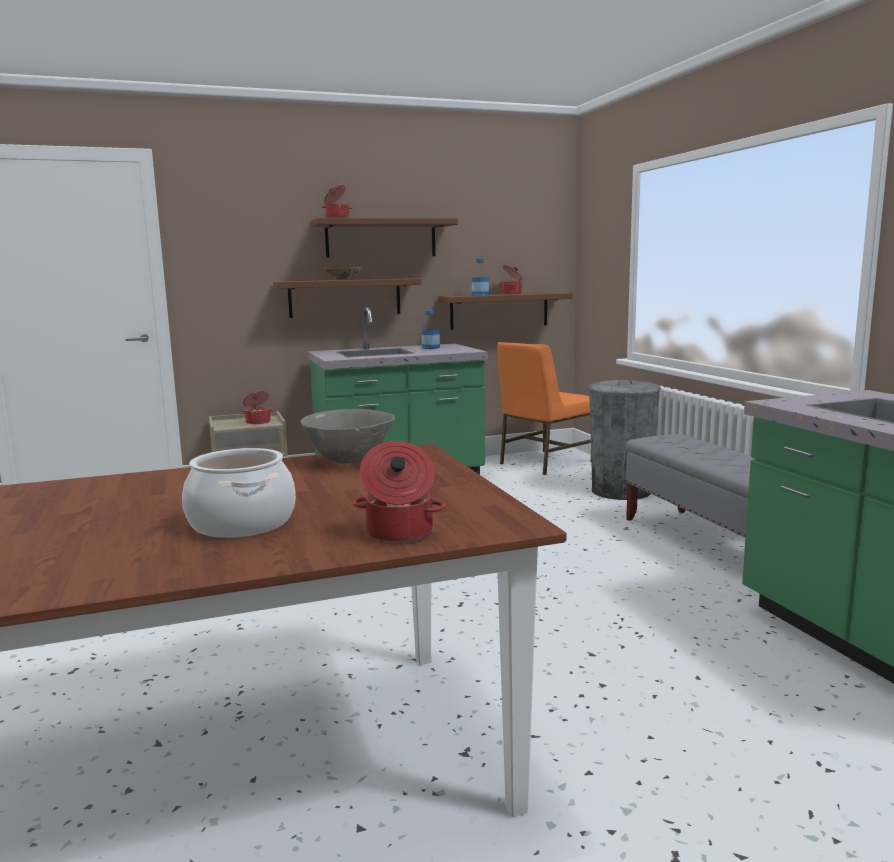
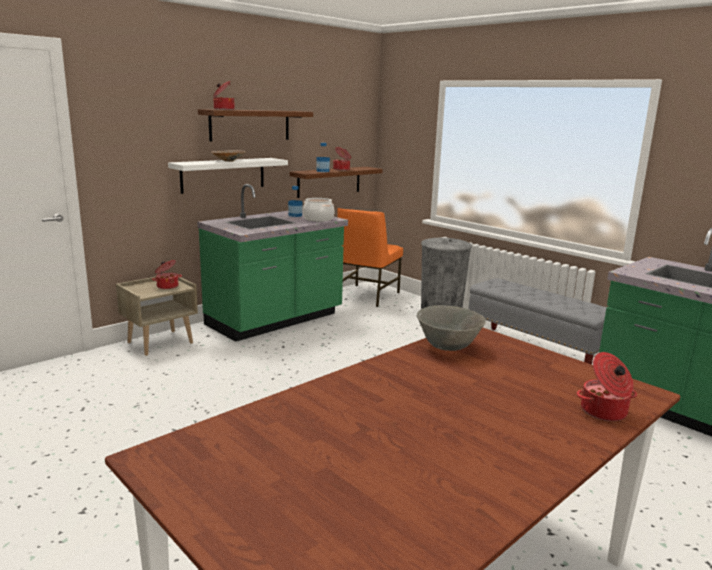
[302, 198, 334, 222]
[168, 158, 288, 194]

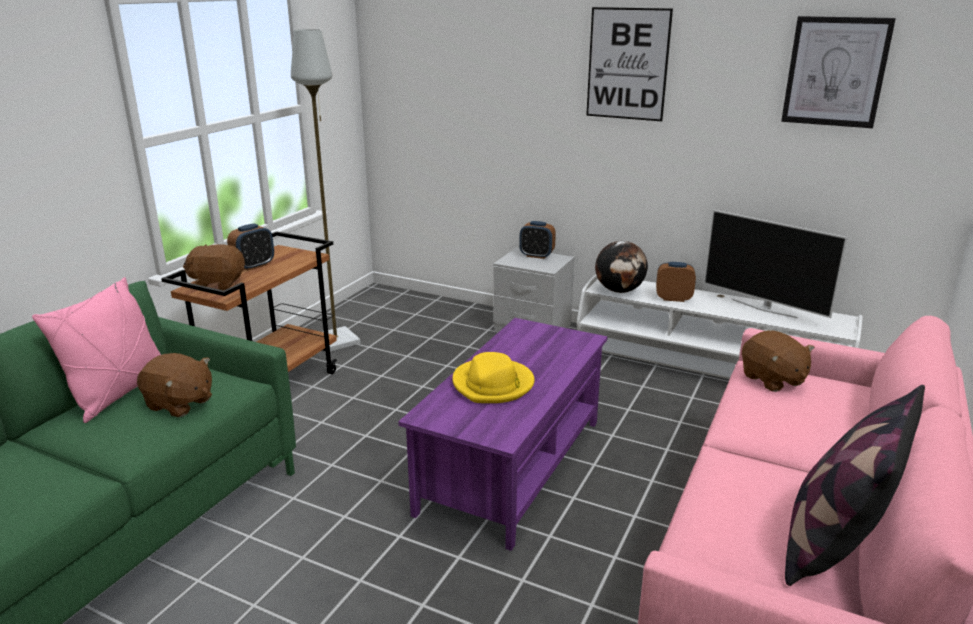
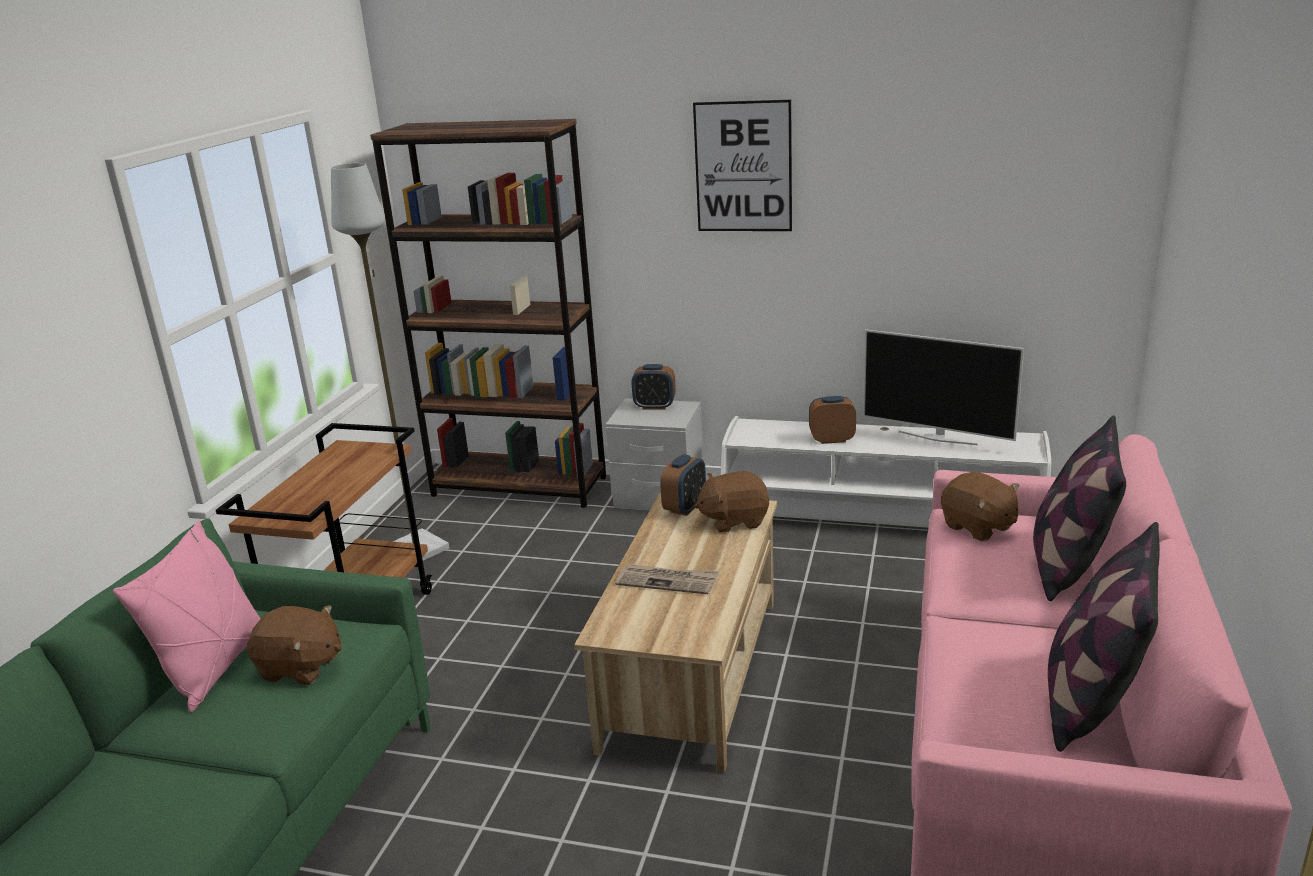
[694, 471, 769, 533]
[660, 454, 706, 516]
[574, 493, 777, 773]
[615, 564, 719, 594]
[595, 241, 648, 293] (first image)
[781, 16, 896, 128] (first image)
[370, 119, 606, 508]
[1033, 415, 1126, 601]

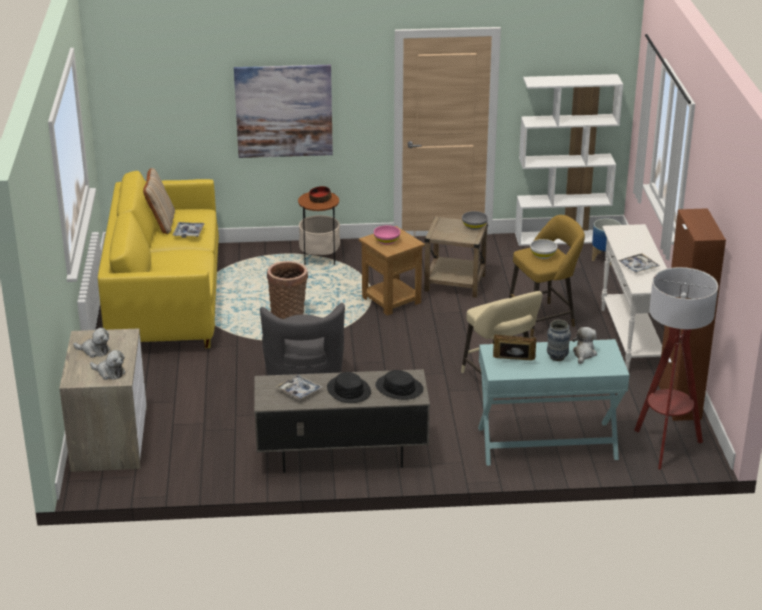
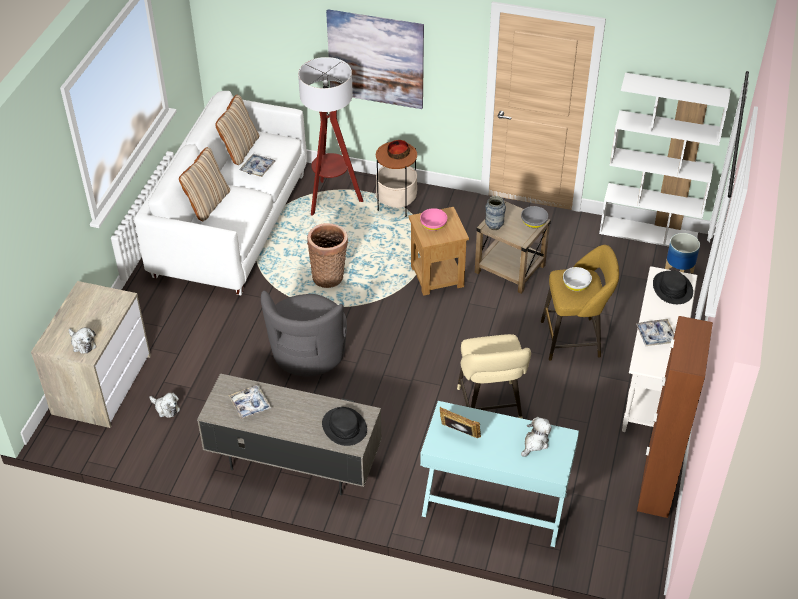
[150, 393, 180, 418]
[135, 91, 307, 295]
[653, 270, 693, 304]
[485, 196, 506, 230]
[298, 57, 363, 216]
[179, 147, 230, 221]

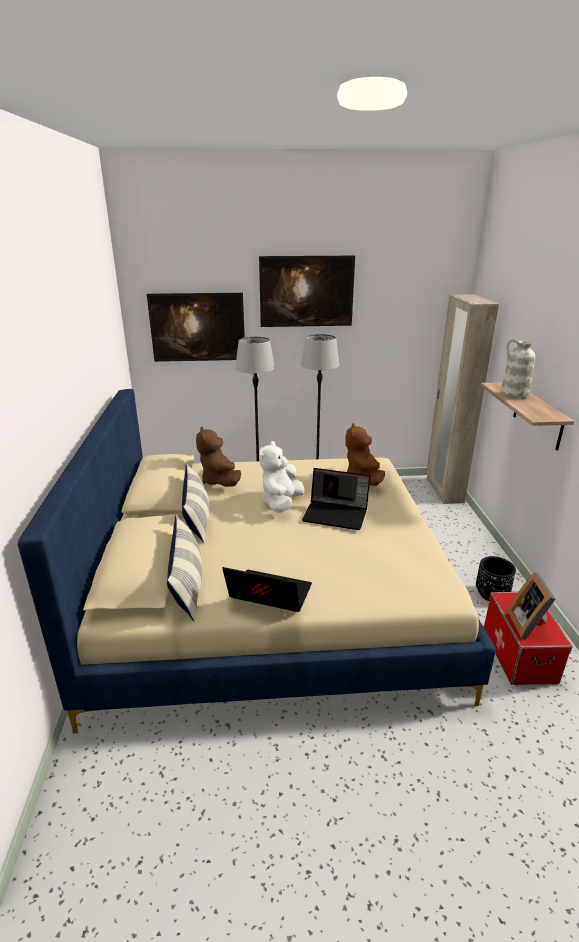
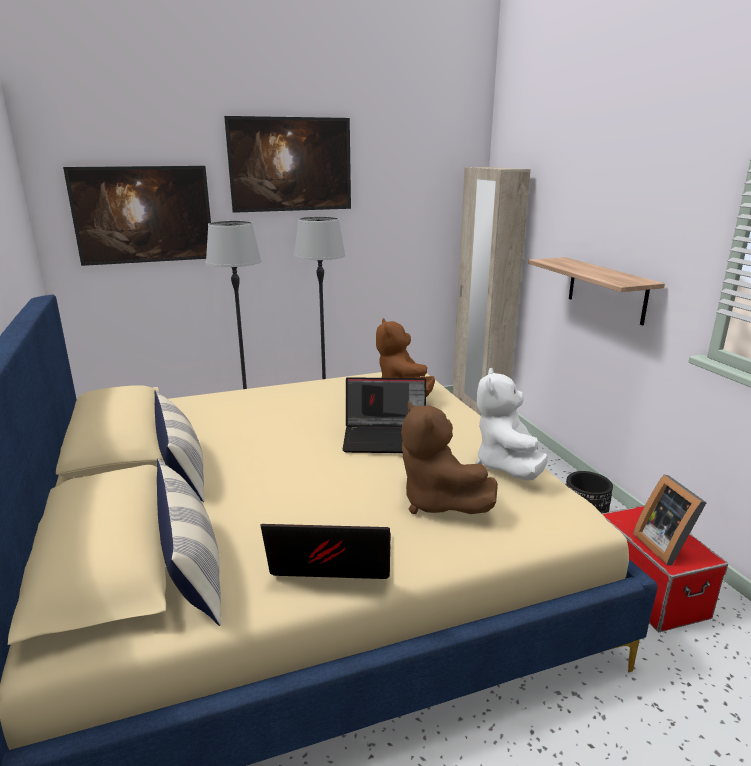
[401, 401, 498, 514]
[476, 368, 548, 480]
[501, 339, 535, 399] (first image)

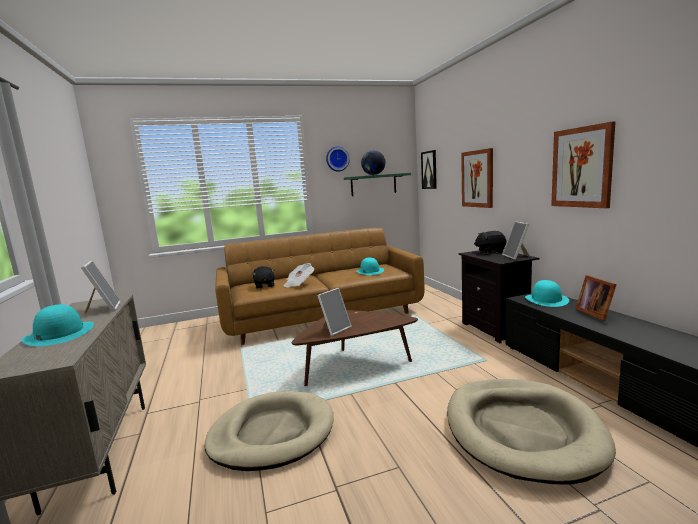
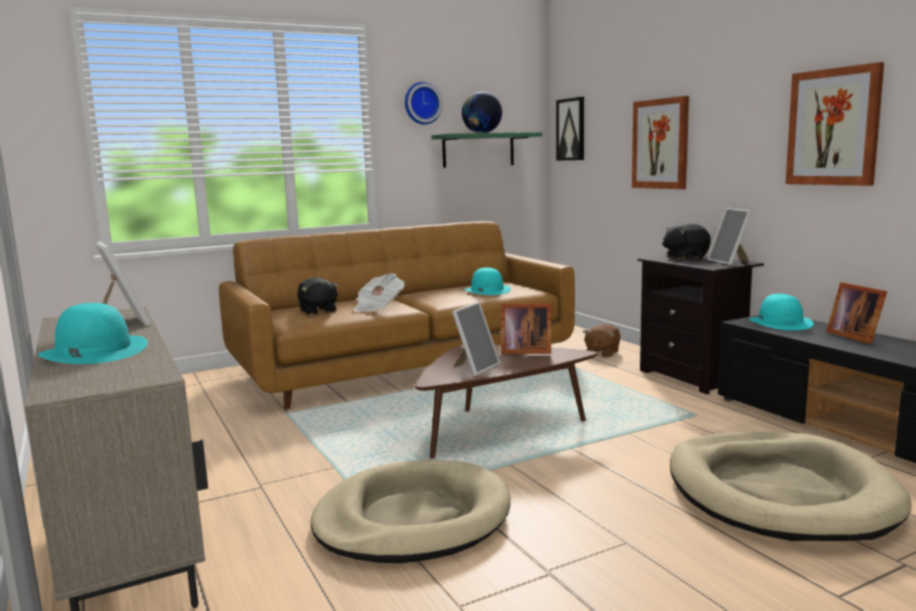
[501, 303, 551, 354]
[583, 324, 621, 358]

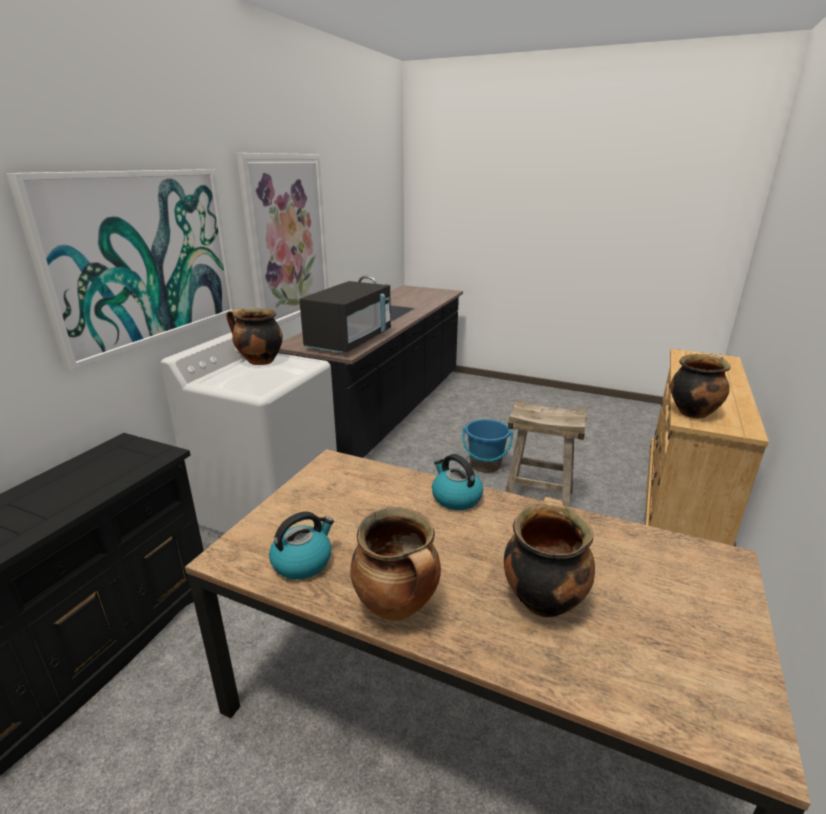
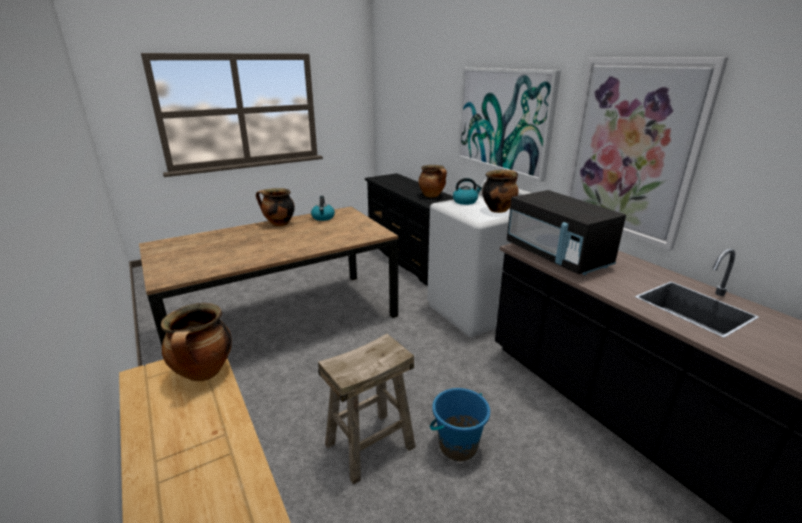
[453, 178, 482, 205]
[418, 165, 447, 198]

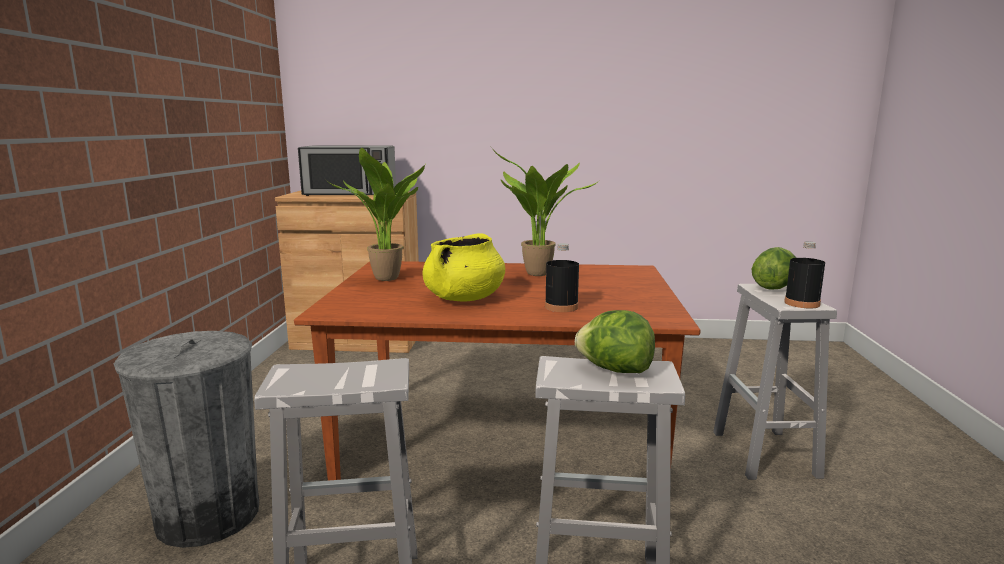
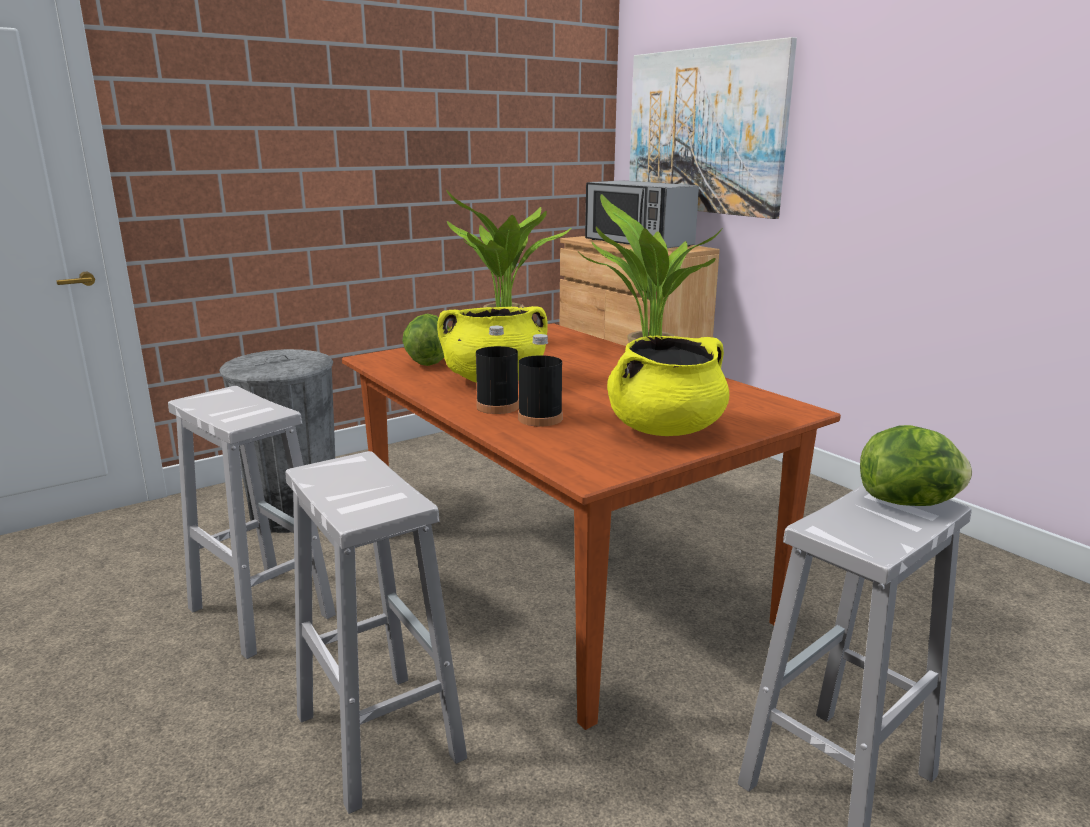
[402, 314, 449, 366]
[476, 326, 519, 414]
[607, 336, 729, 436]
[629, 37, 797, 219]

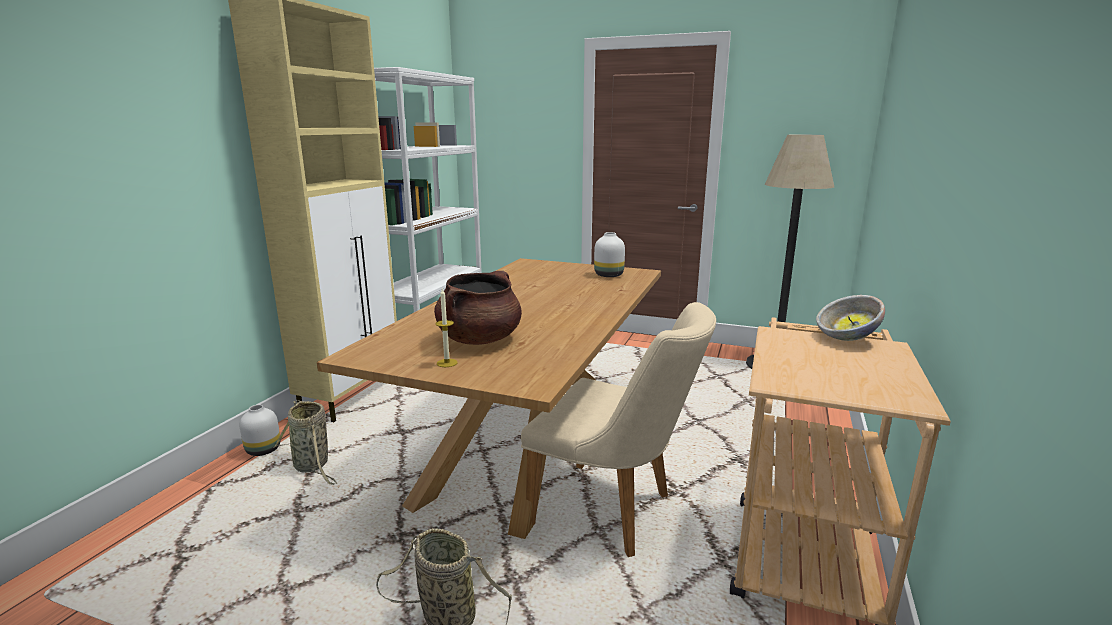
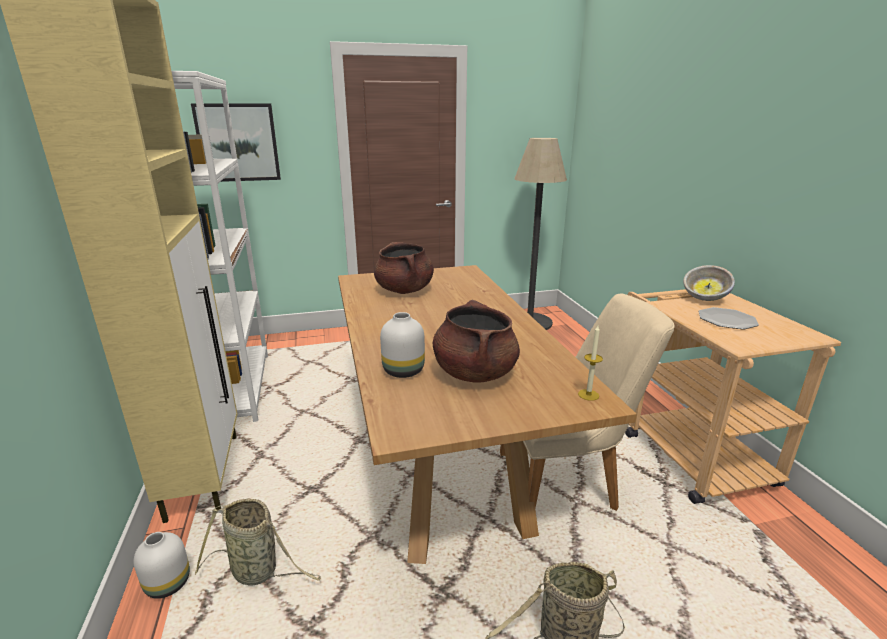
[578, 326, 603, 401]
[380, 312, 425, 378]
[191, 103, 281, 182]
[374, 242, 434, 294]
[698, 307, 759, 329]

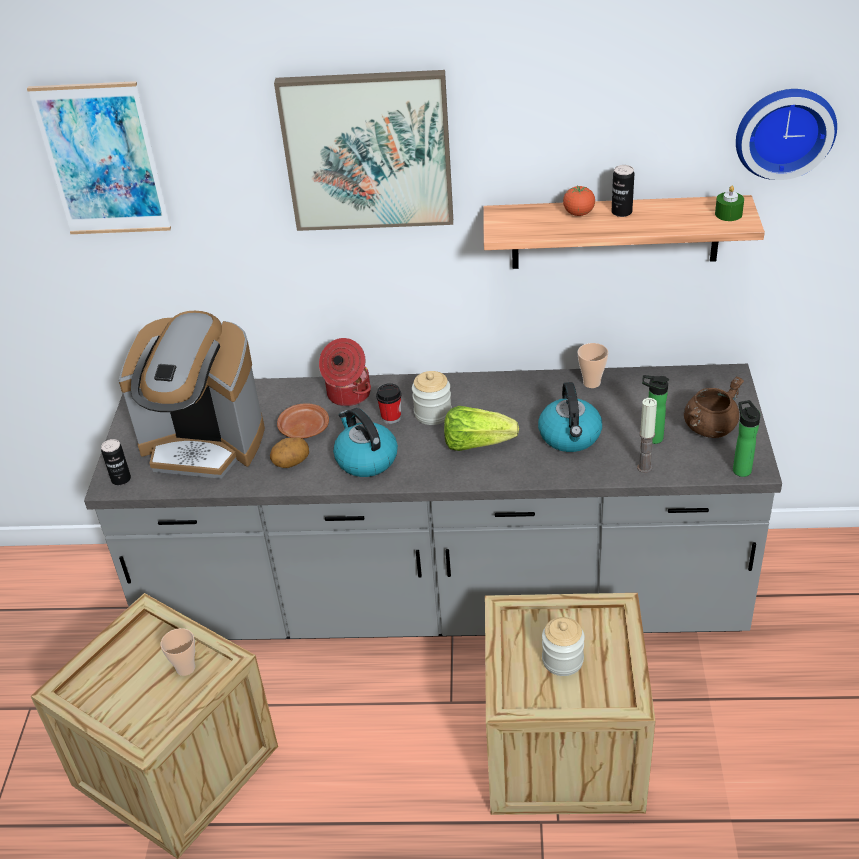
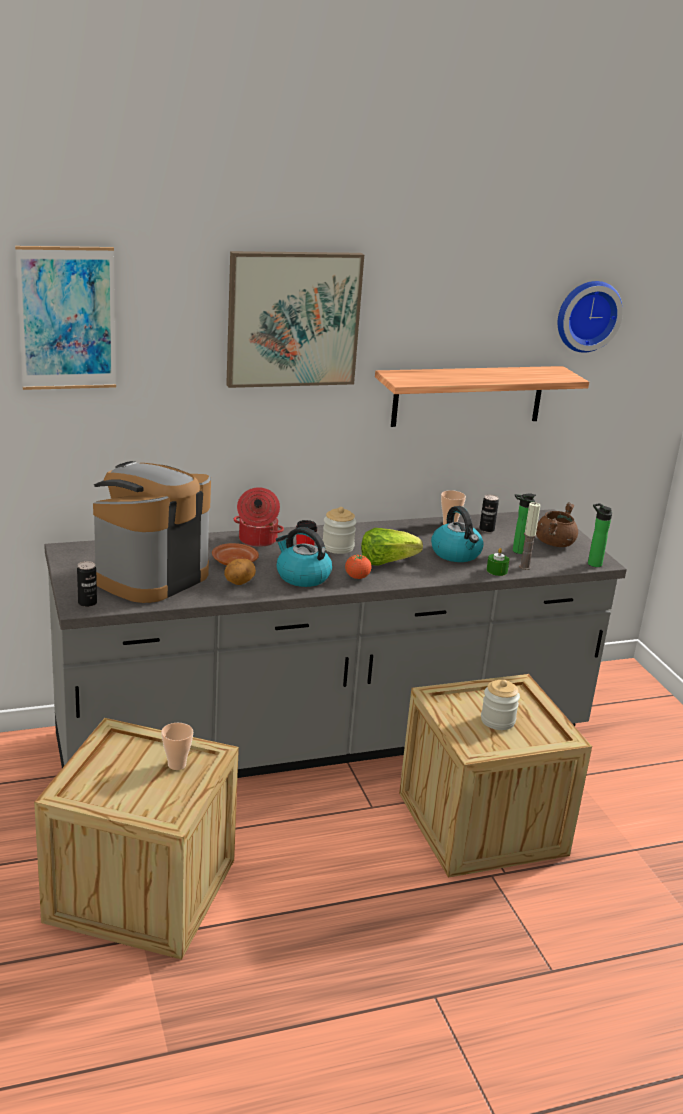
[93, 461, 211, 603]
[345, 554, 371, 579]
[479, 494, 499, 533]
[487, 548, 509, 576]

